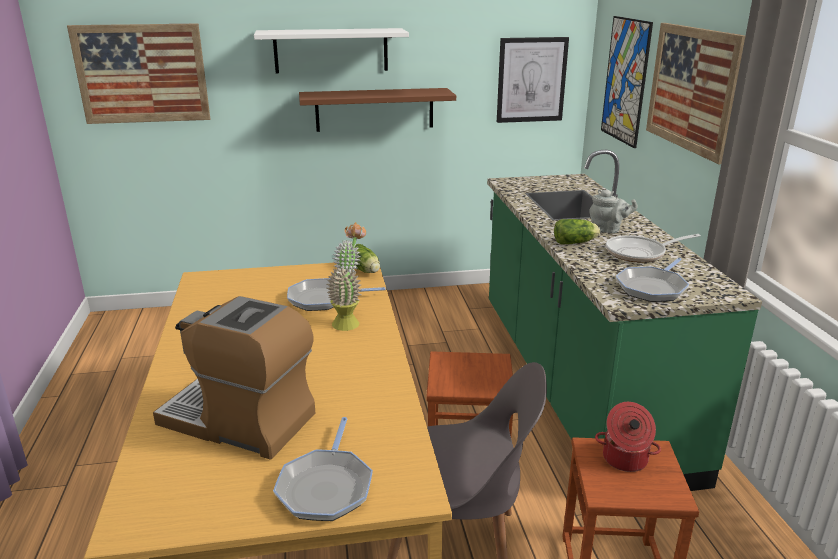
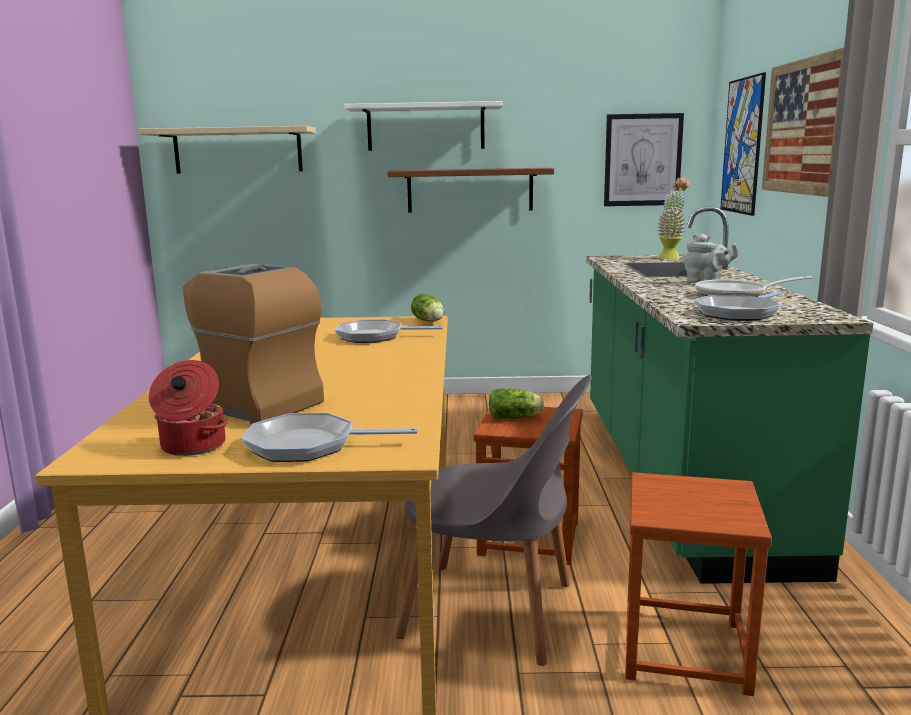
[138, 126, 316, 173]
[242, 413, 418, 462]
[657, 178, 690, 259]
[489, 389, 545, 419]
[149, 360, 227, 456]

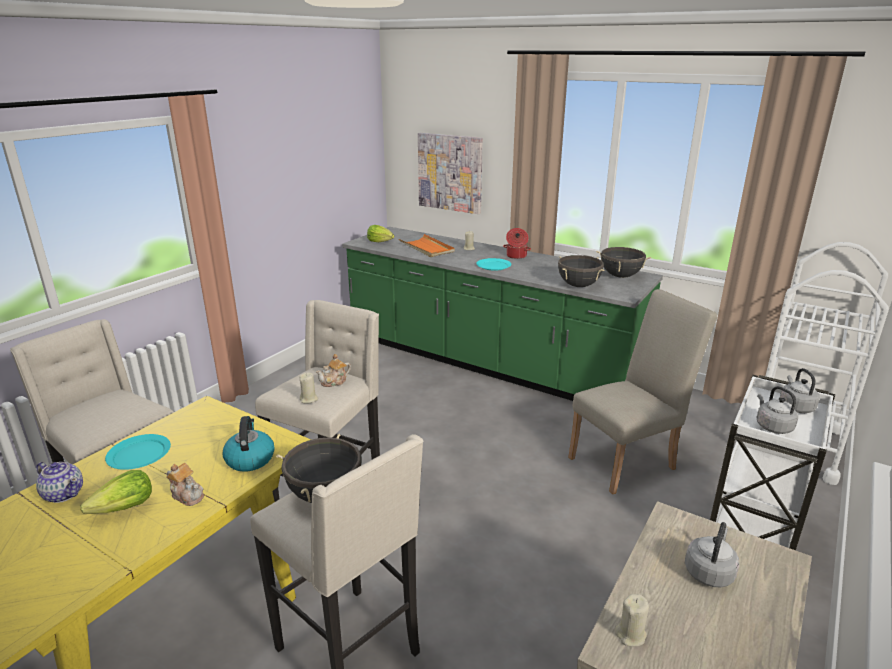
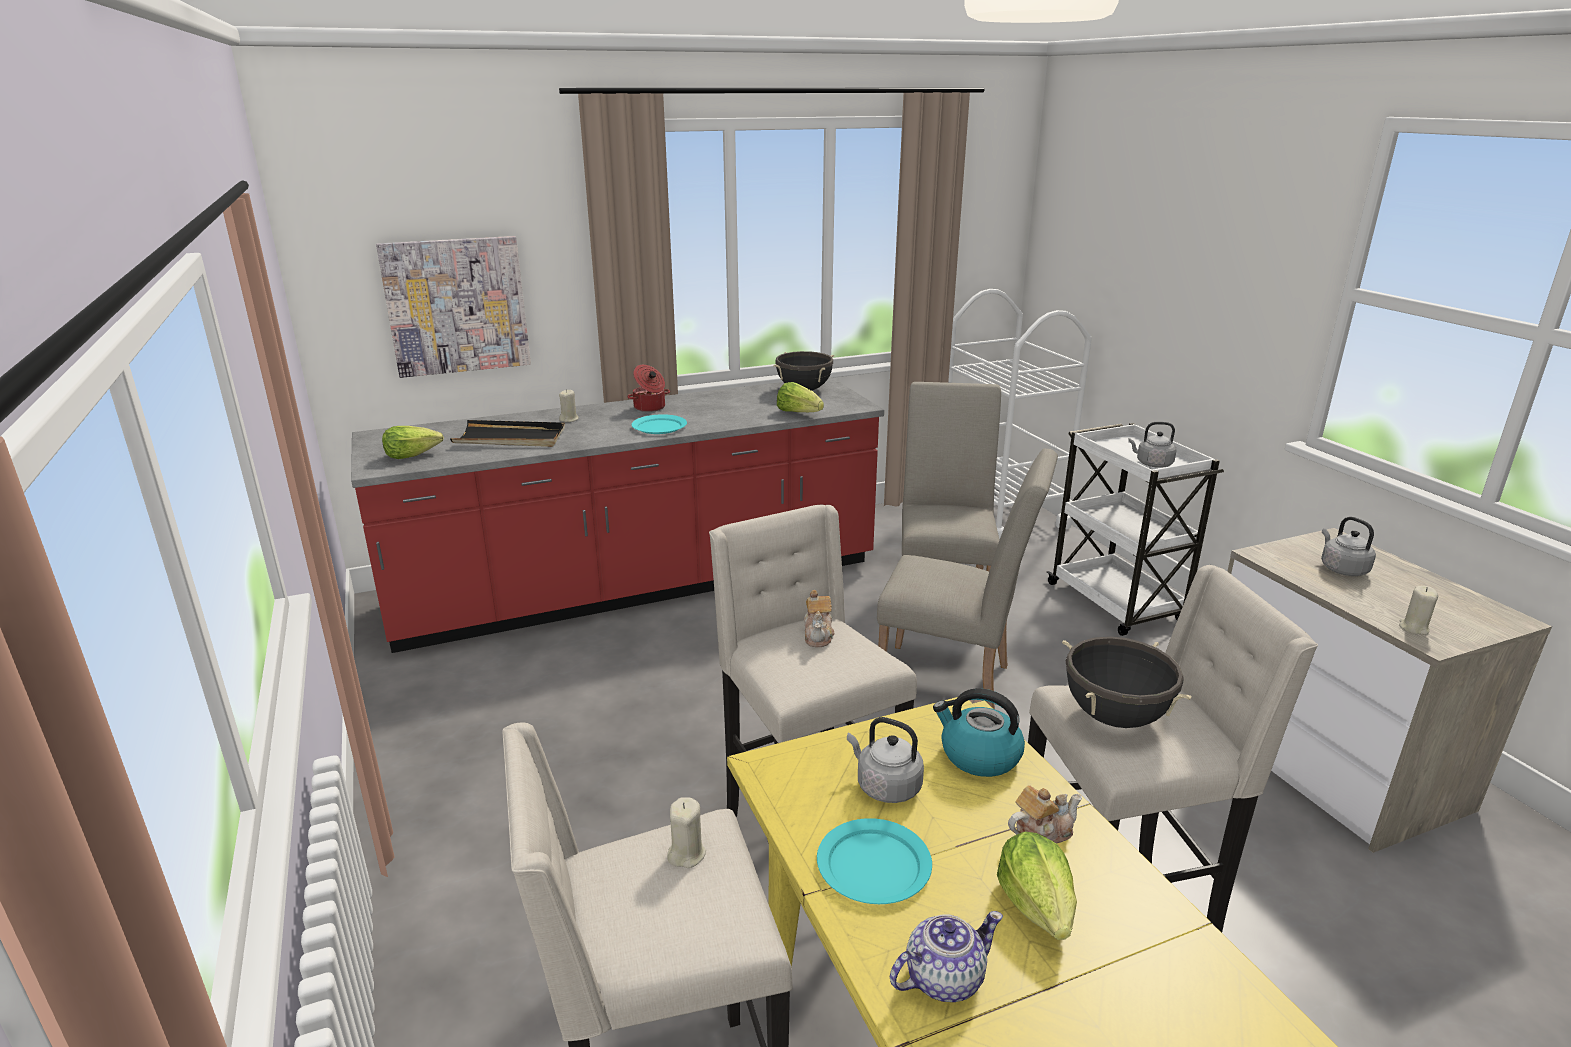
[667, 798, 706, 868]
[351, 377, 884, 653]
[450, 420, 565, 447]
[777, 382, 824, 412]
[847, 717, 924, 803]
[877, 449, 1058, 709]

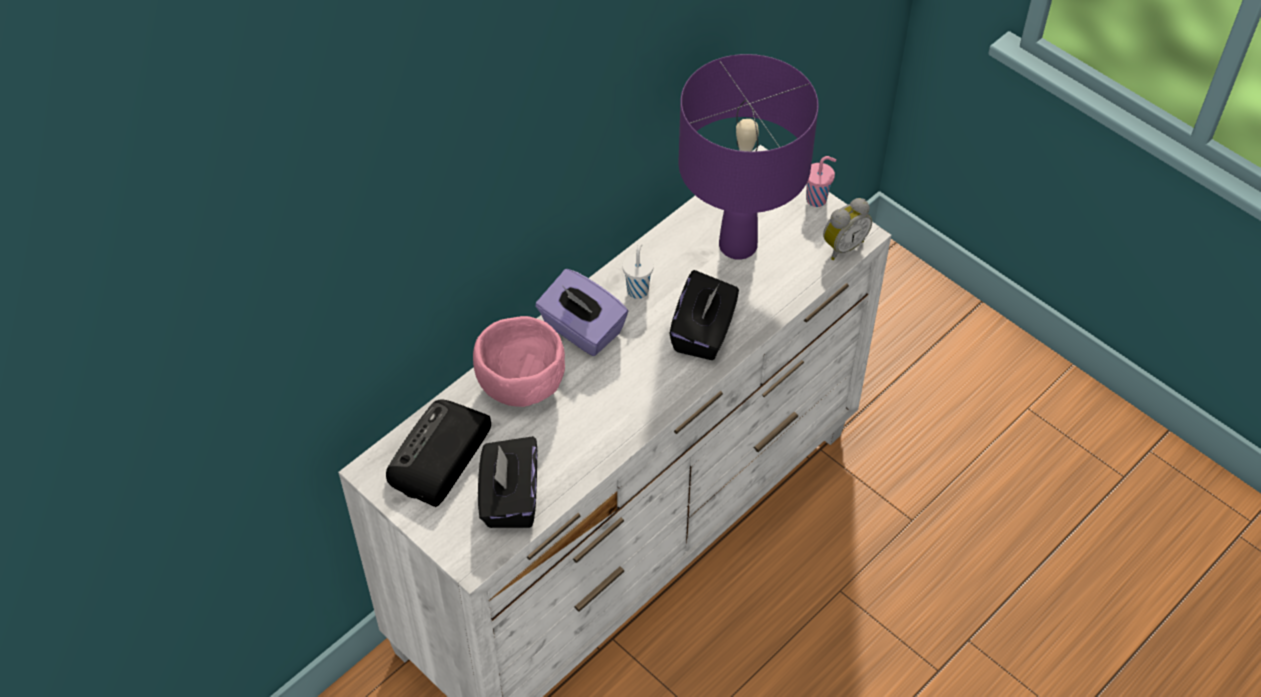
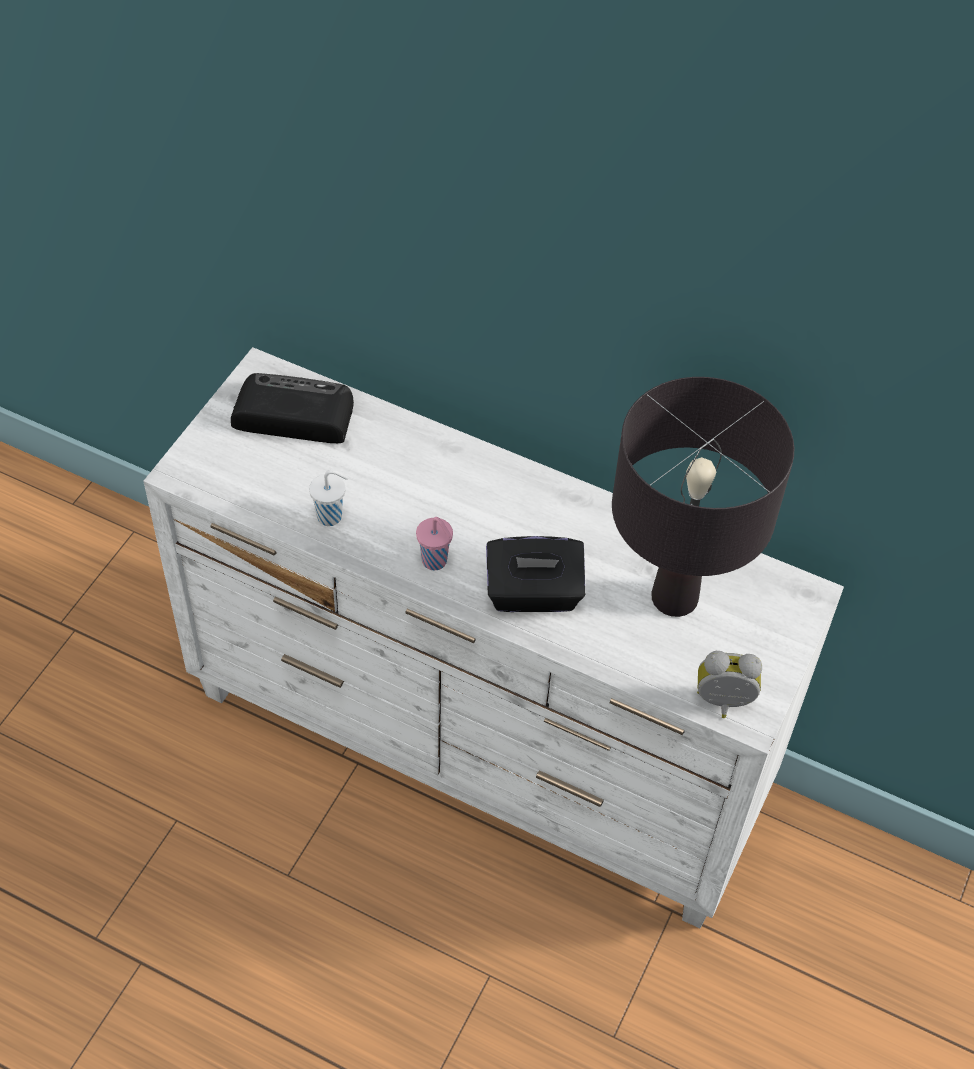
[473, 316, 565, 407] (first image)
[478, 436, 537, 528] (first image)
[535, 269, 628, 356] (first image)
[309, 470, 349, 526]
[612, 377, 794, 617]
[416, 517, 453, 570]
[697, 651, 762, 718]

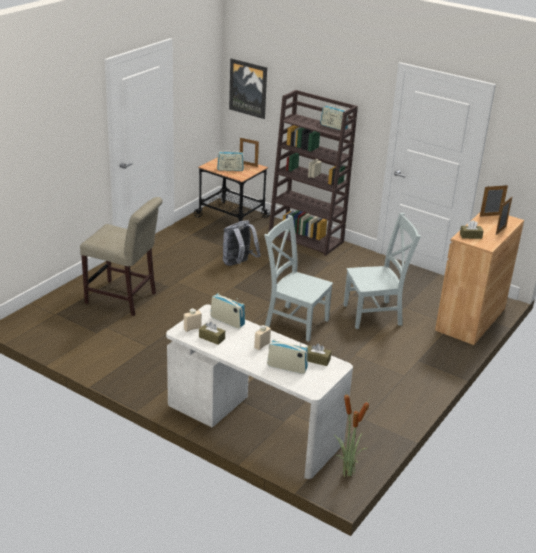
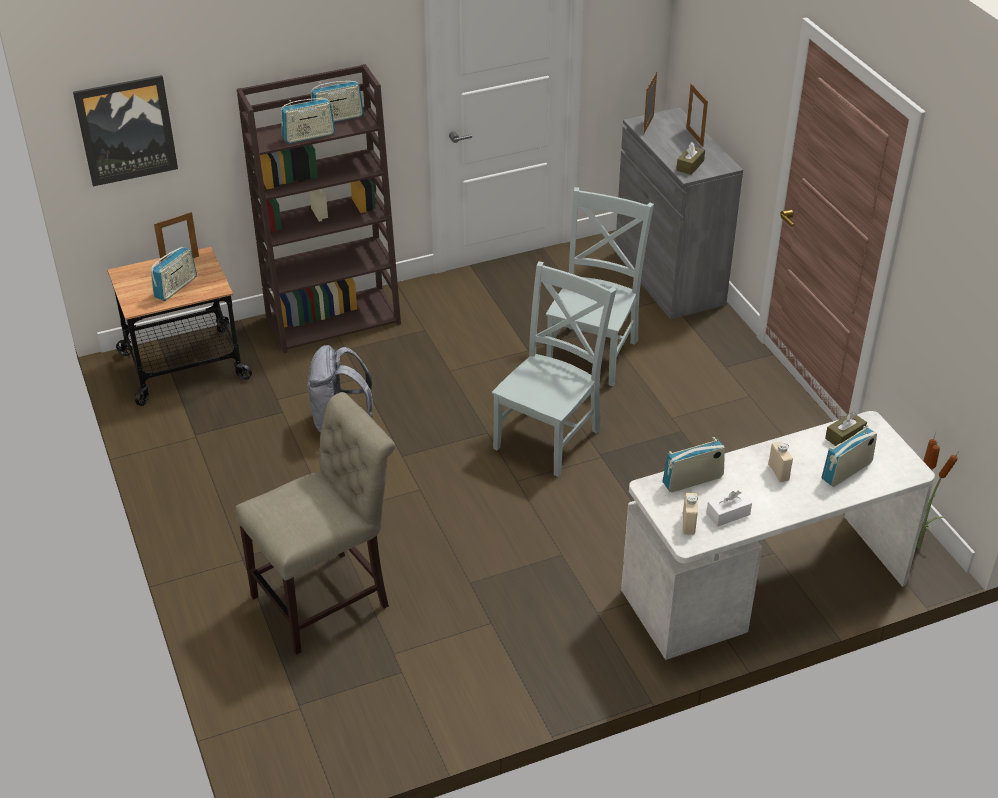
[706, 490, 752, 527]
[492, 261, 616, 477]
[615, 108, 743, 320]
[281, 98, 335, 144]

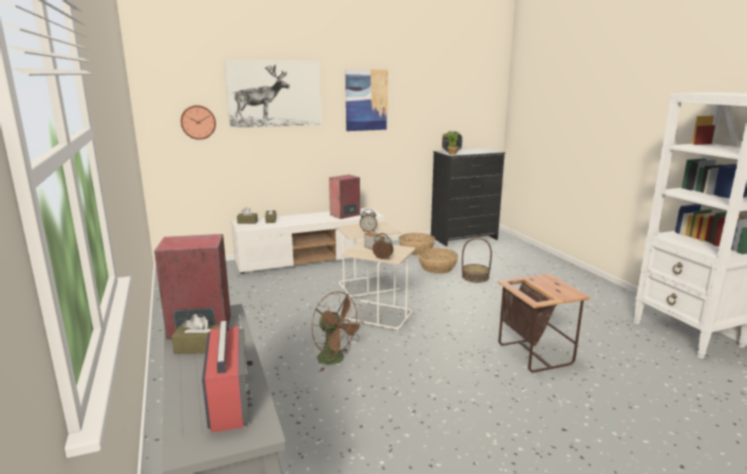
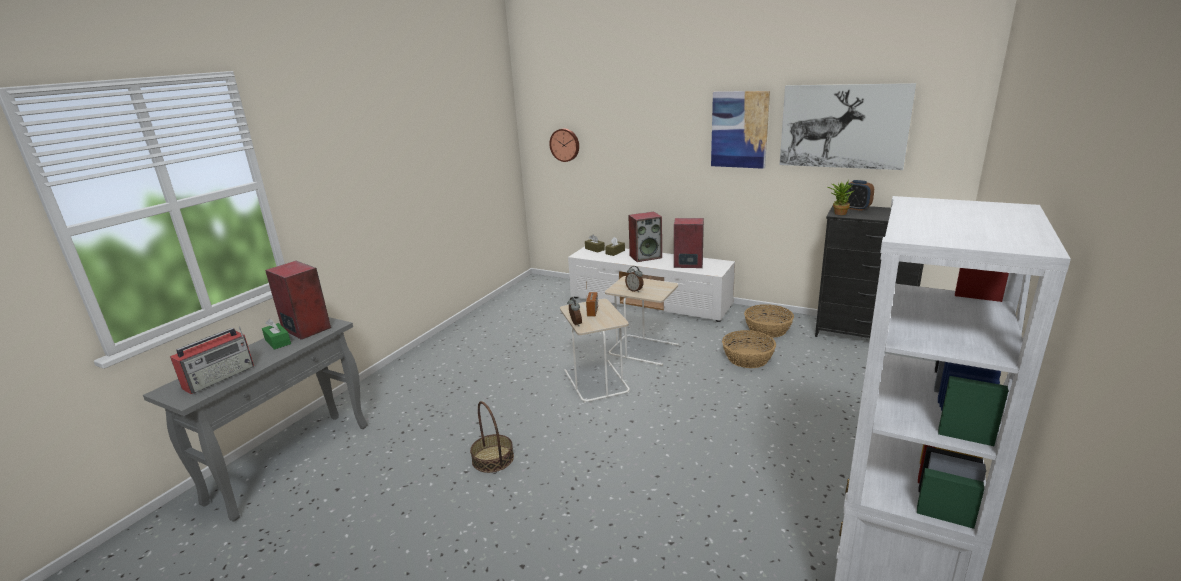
[262, 319, 291, 350]
[780, 83, 916, 170]
[311, 291, 364, 371] (first image)
[470, 401, 514, 473]
[498, 274, 590, 372] (first image)
[628, 211, 662, 262]

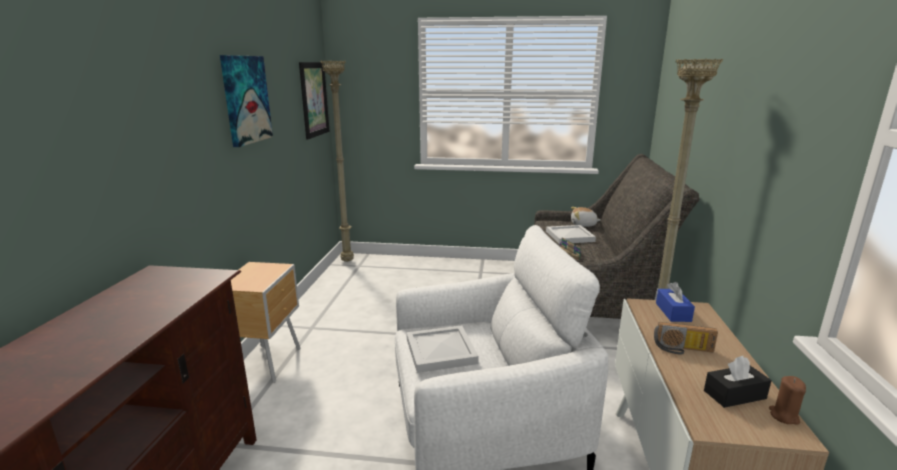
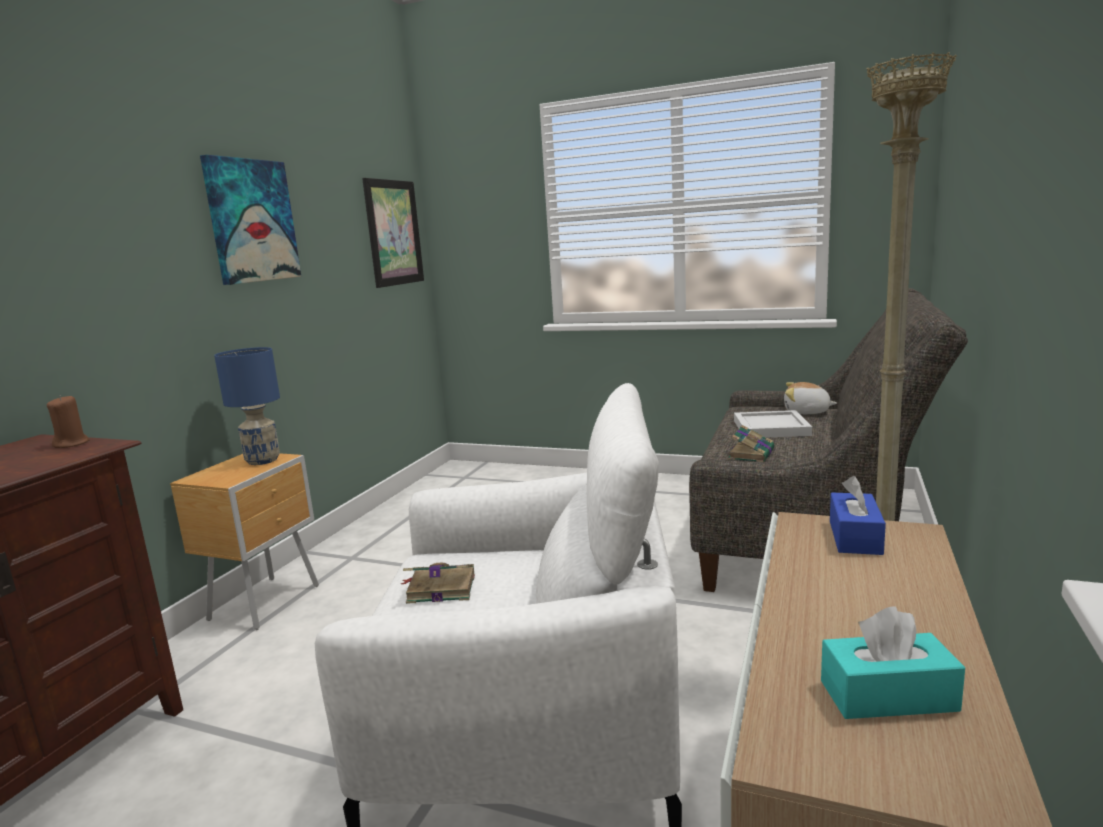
[320, 60, 354, 262] (first image)
[401, 562, 475, 604]
[654, 322, 718, 354] (first image)
[821, 606, 965, 719]
[47, 395, 90, 448]
[214, 347, 280, 465]

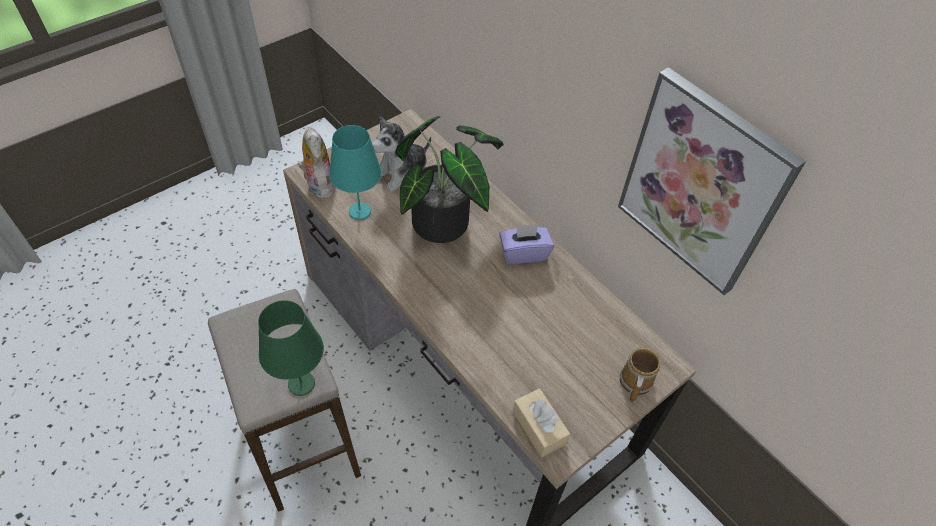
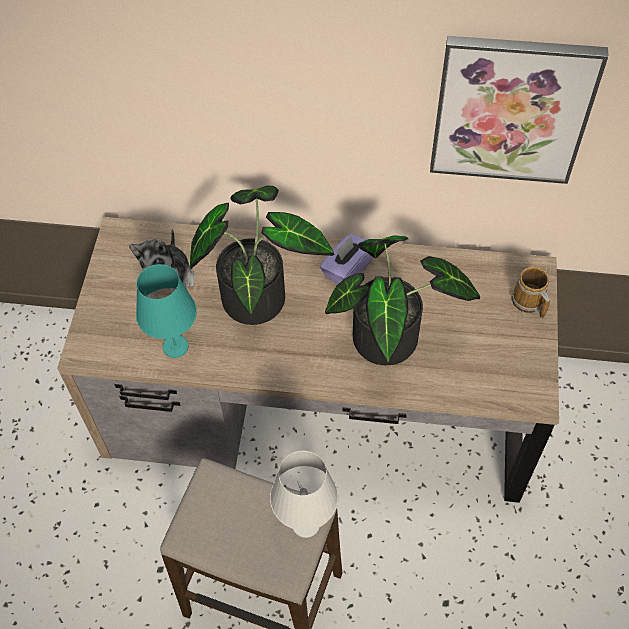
[270, 451, 338, 538]
[298, 127, 335, 199] (first image)
[513, 388, 570, 457] (first image)
[325, 235, 480, 365]

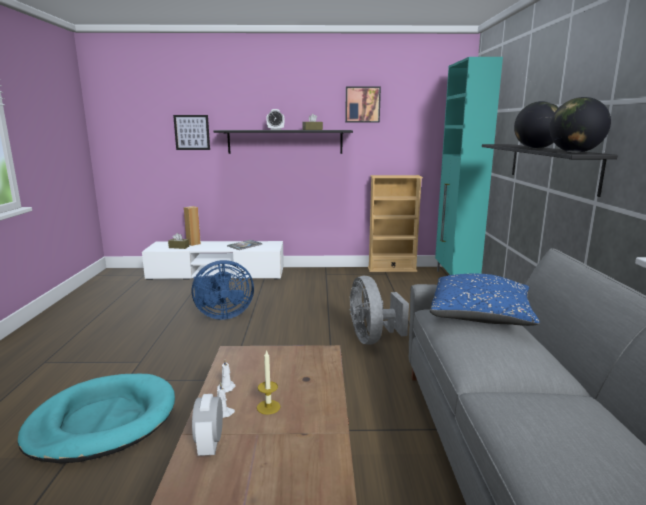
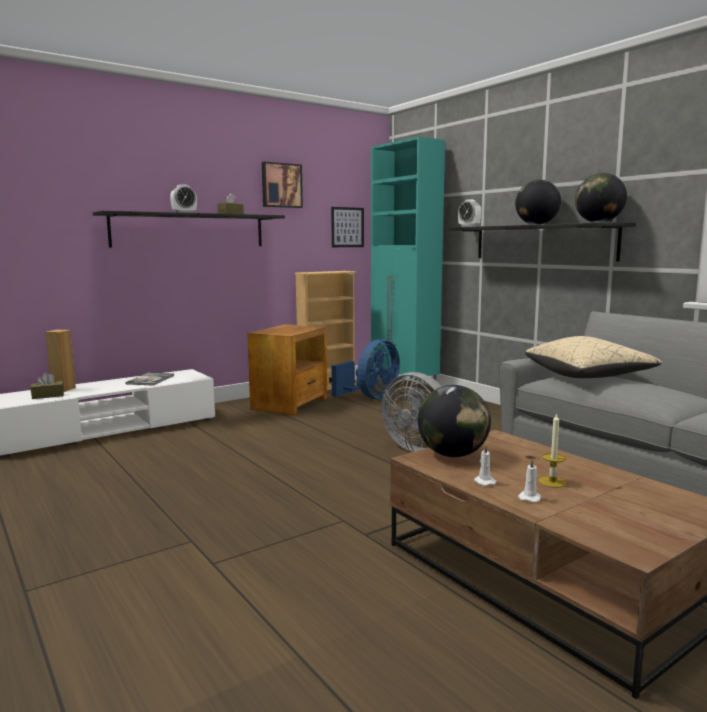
[18, 374, 175, 463] (first image)
[331, 207, 364, 247]
[332, 339, 400, 399]
[458, 199, 481, 227]
[525, 336, 662, 378]
[247, 324, 327, 416]
[418, 385, 491, 457]

